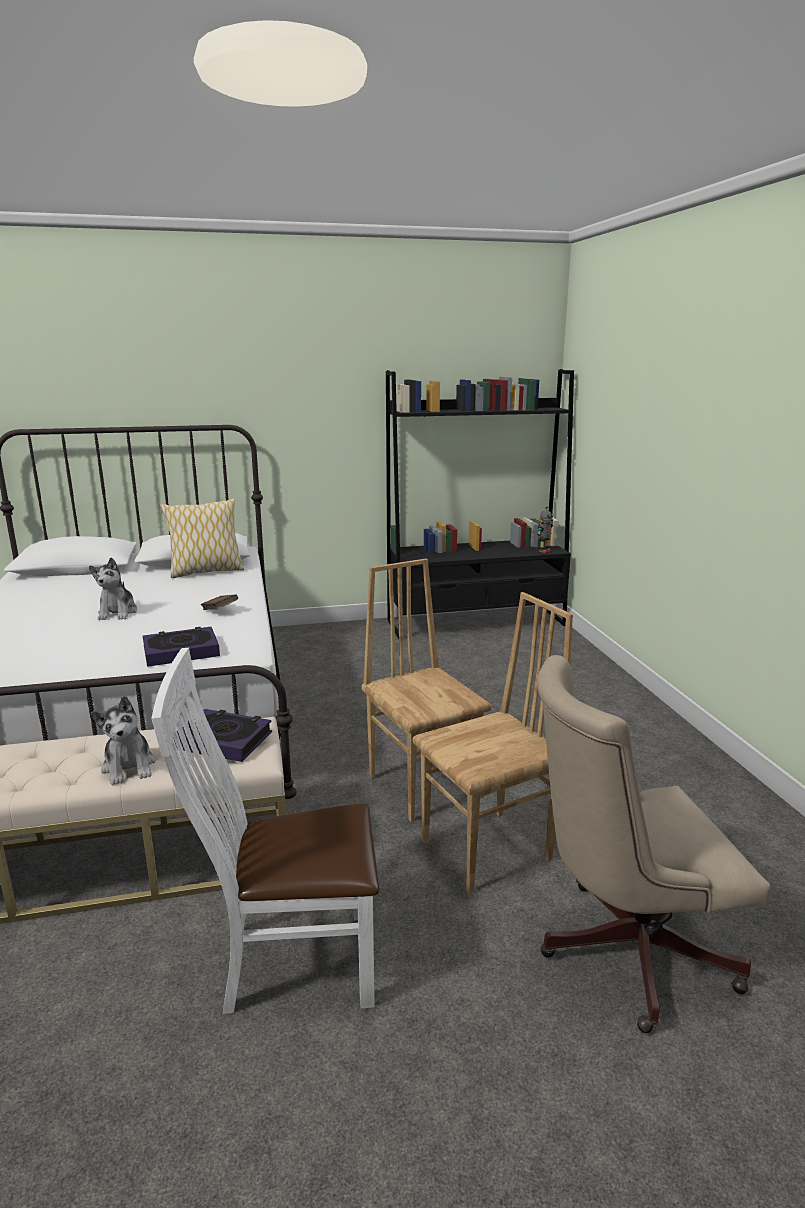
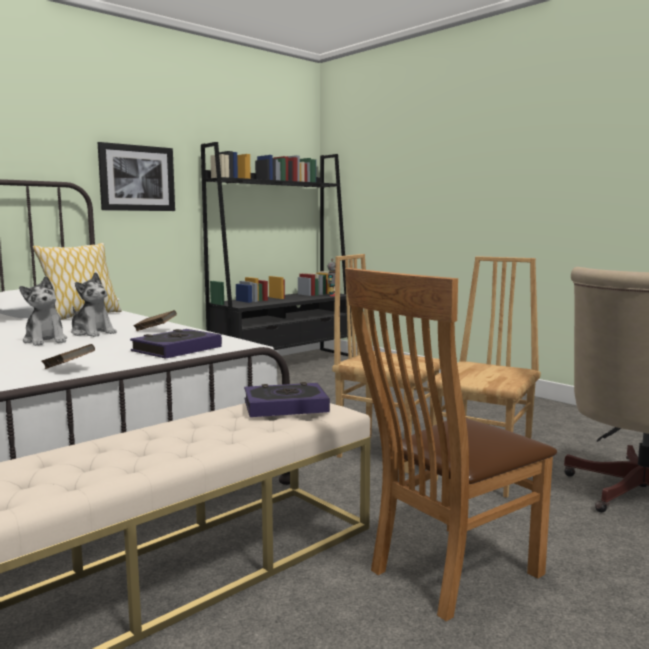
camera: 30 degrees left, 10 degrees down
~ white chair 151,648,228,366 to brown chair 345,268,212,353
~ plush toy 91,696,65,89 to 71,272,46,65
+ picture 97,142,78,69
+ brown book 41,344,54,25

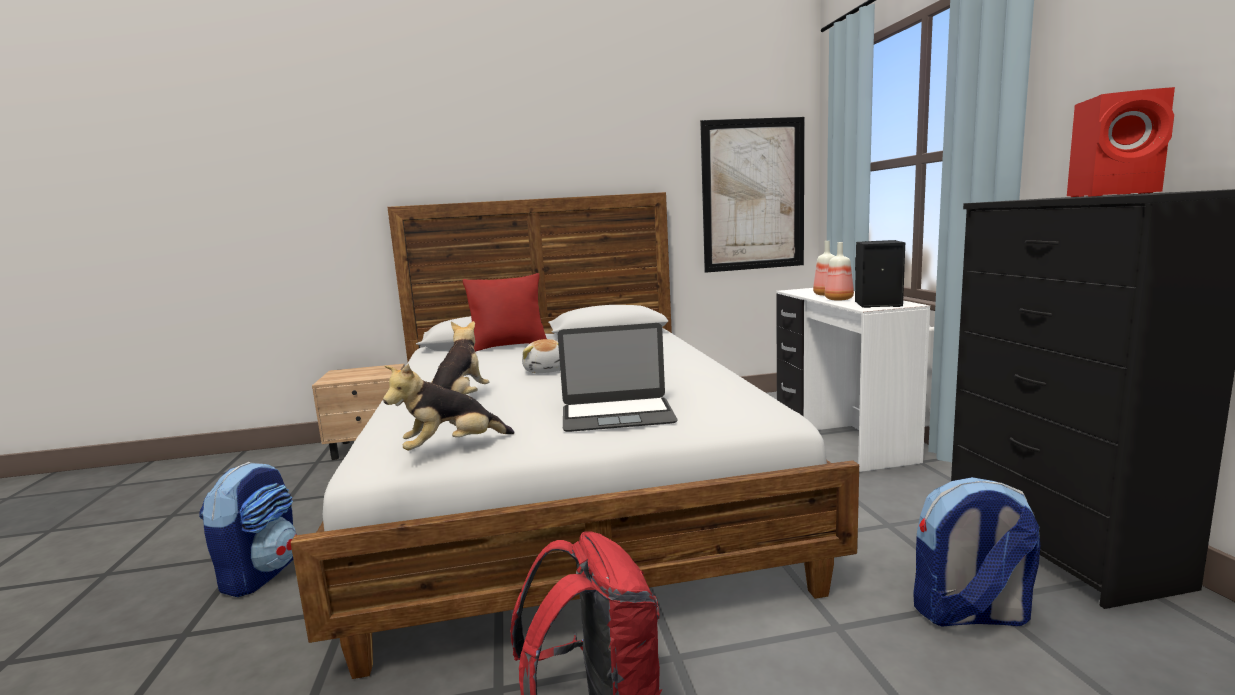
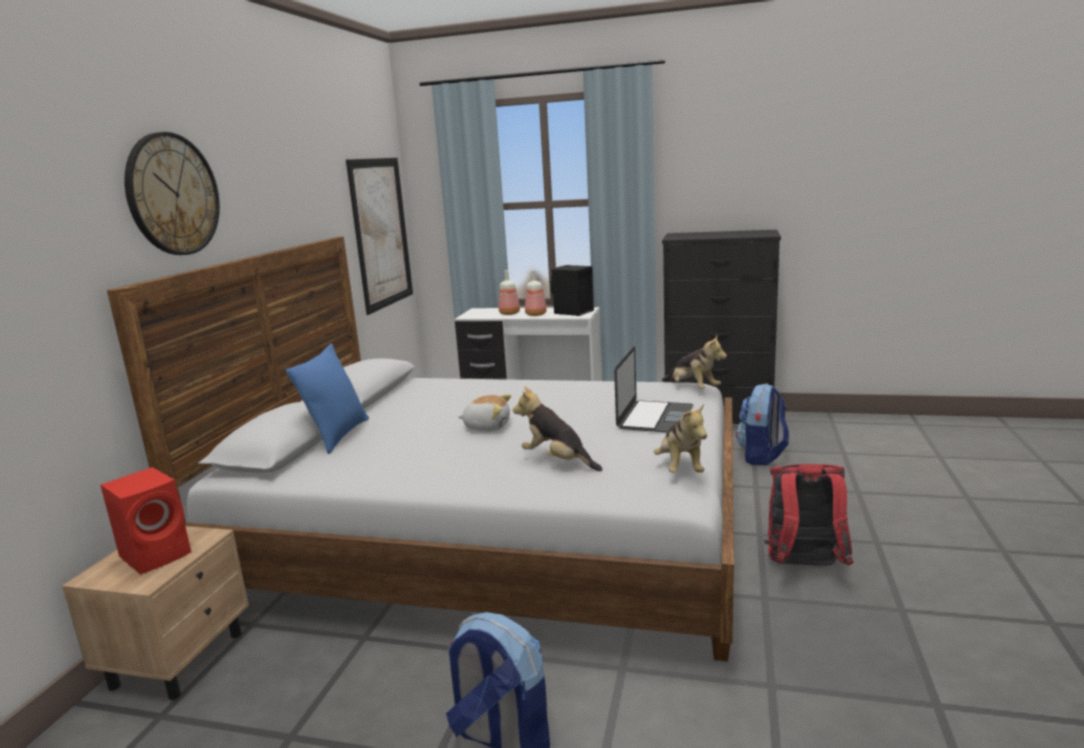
camera: 65 degrees left, 5 degrees up
~ red speaker 1067,87,108,110 to 100,467,91,107
~ red pillow 463,273,84,79 to blue pillow 286,344,83,110
+ wall clock 124,132,96,123
+ plush toy 662,335,65,54

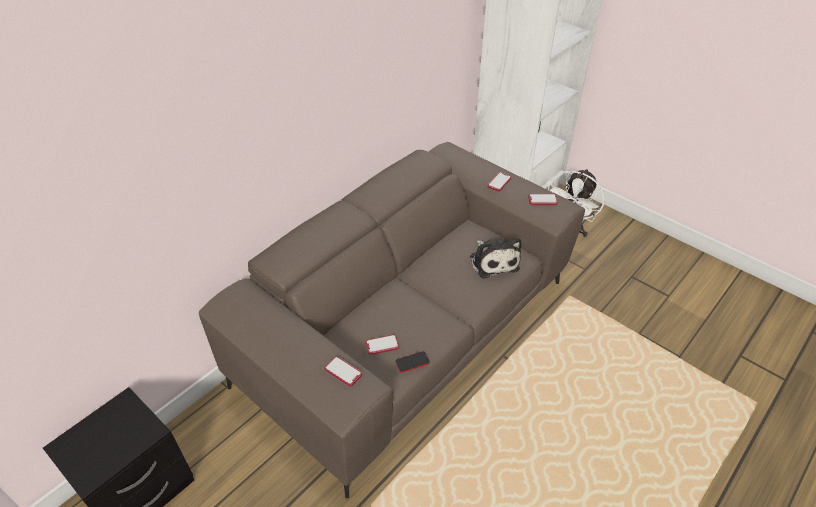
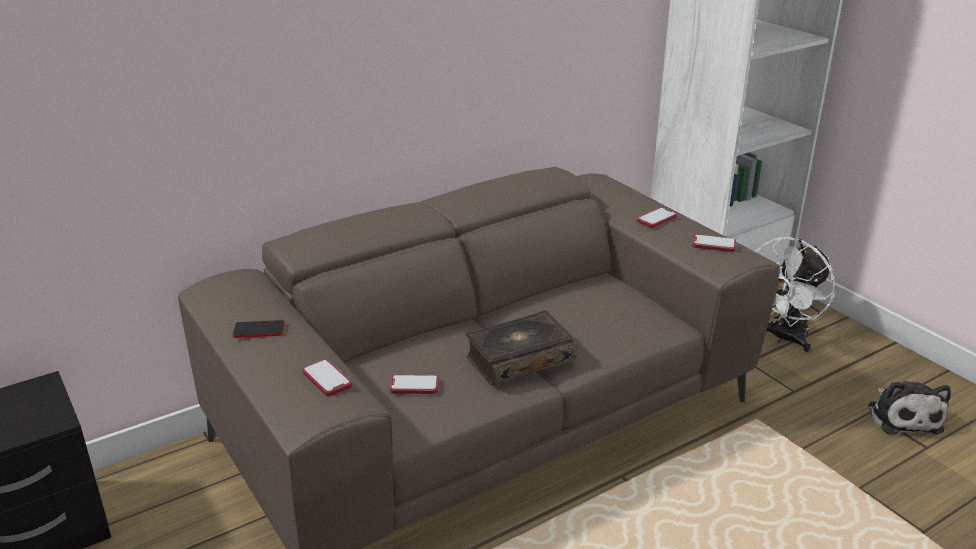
camera: 15 degrees right, 15 degrees down
~ plush toy 470,237,52,42 to 868,381,83,53
~ phone 395,351,35,22 to 233,320,52,18
+ book 465,311,113,75

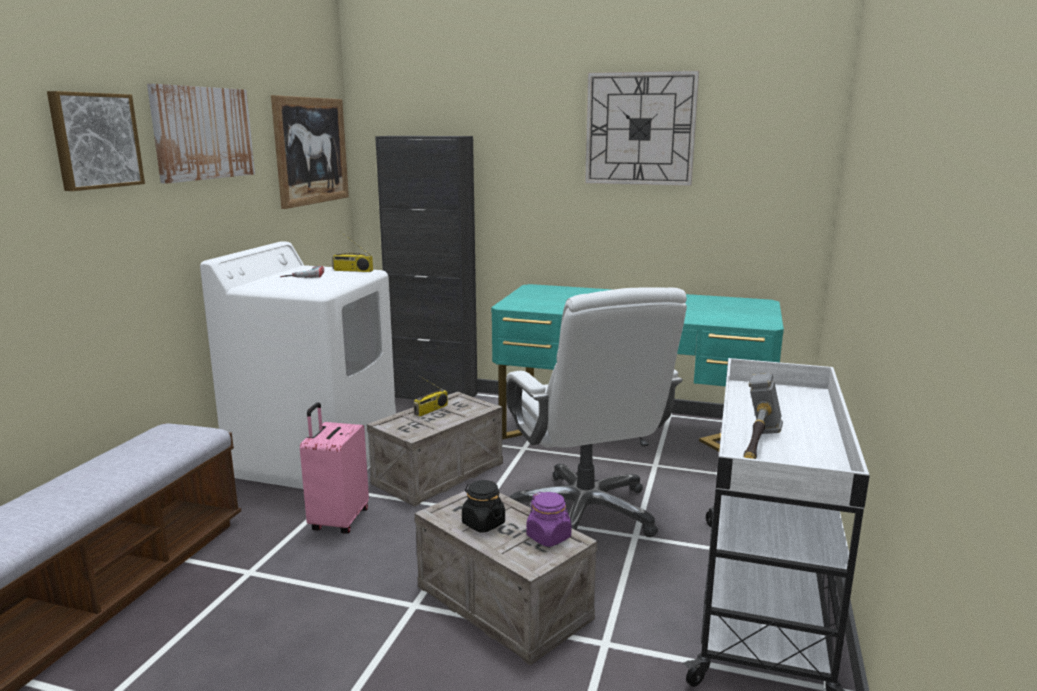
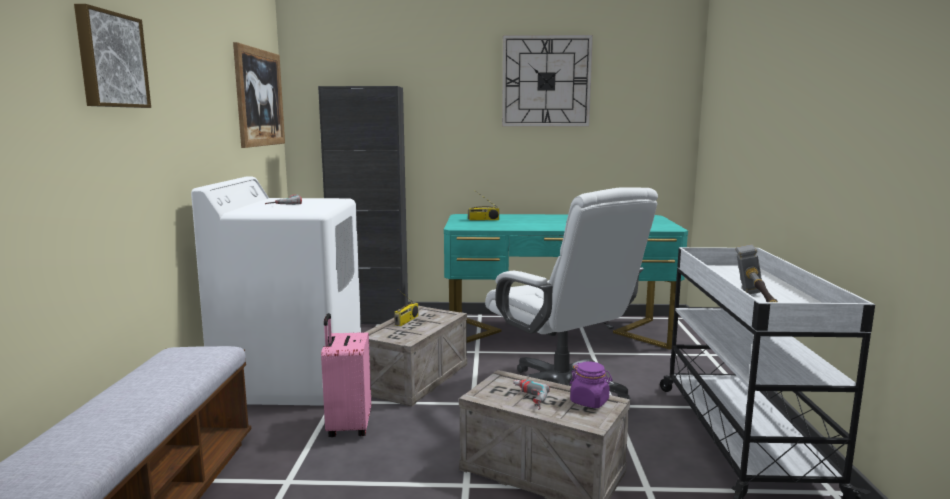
camera: 15 degrees left, 5 degrees down
- picture 147,84,108,99
~ radio 332,232,41,40 to 468,190,31,31
~ black jar 462,480,43,53 to power drill 513,379,37,31

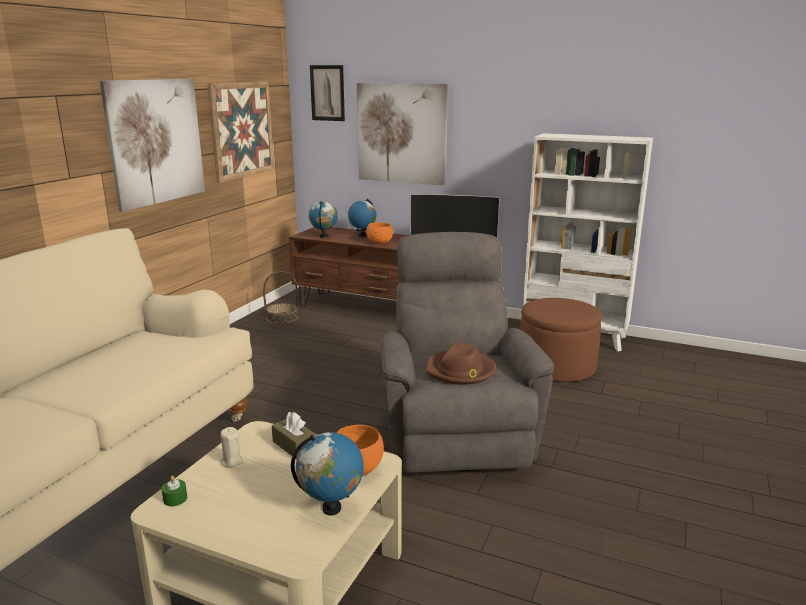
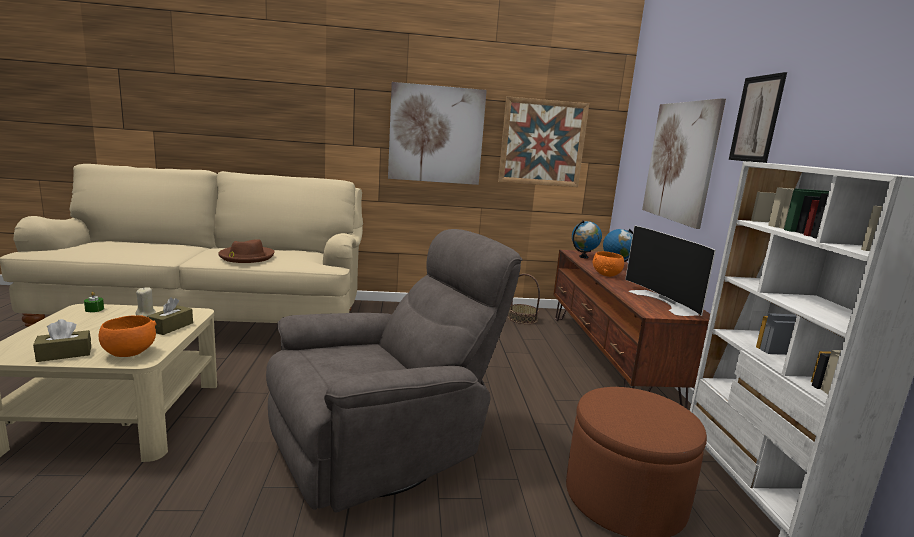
camera: 60 degrees right, 5 degrees down
~ picture 310,65,35,56 to 729,72,58,91
~ brown hat 426,343,70,42 to 218,239,57,24
~ globe 291,432,73,83 to brown tissue box 33,319,58,43

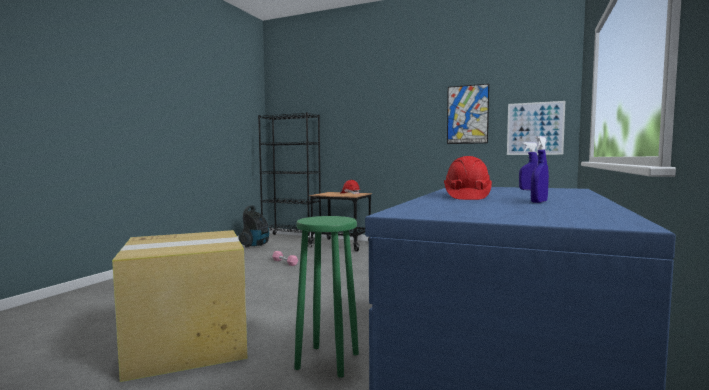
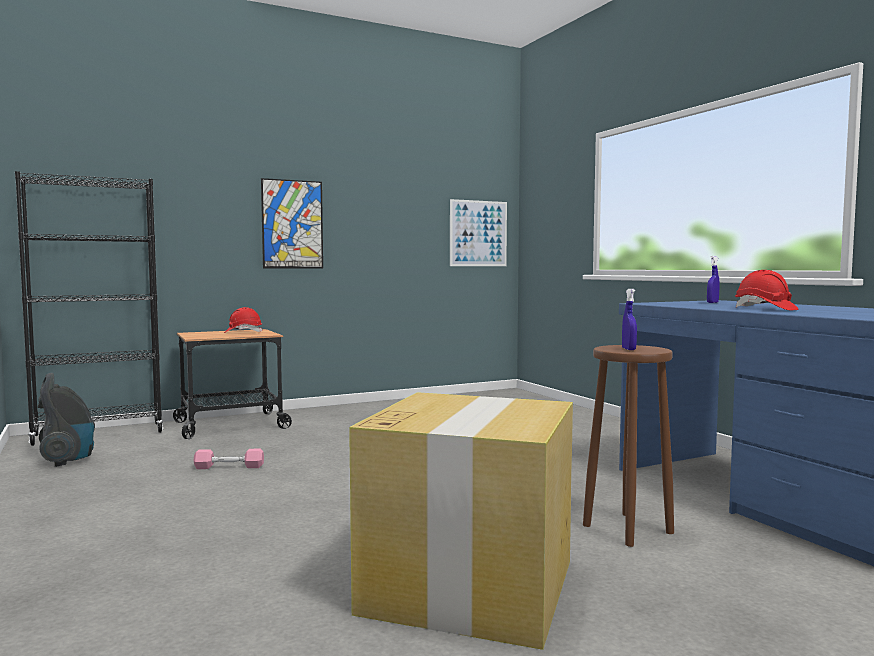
camera: 50 degrees left, 0 degrees up
~ picture 447,84,42,60 to 261,178,62,91
~ blue spray bottle 531,136,18,67 to 622,289,15,61
~ green stool 294,216,65,162 to brown stool 583,345,91,202

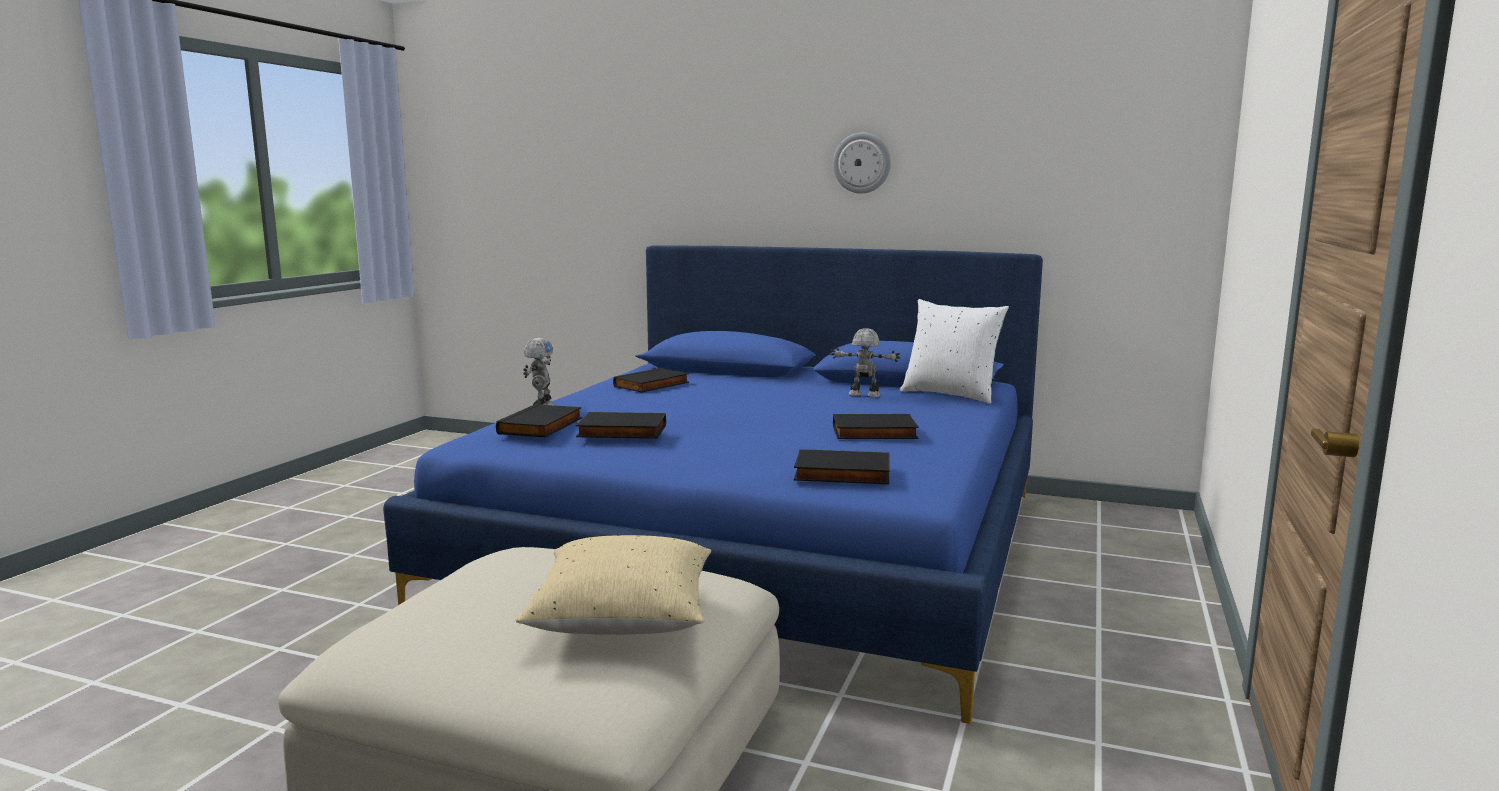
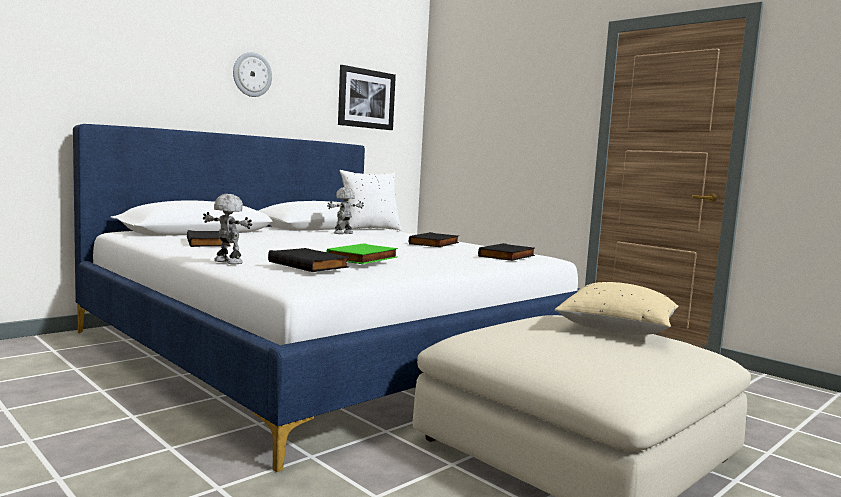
camera: 65 degrees left, 5 degrees down
~ blue bed 383,245,660,479 to white bed 73,124,507,348
~ black book 576,412,90,27 to green book 326,243,72,21
+ picture 338,65,58,65

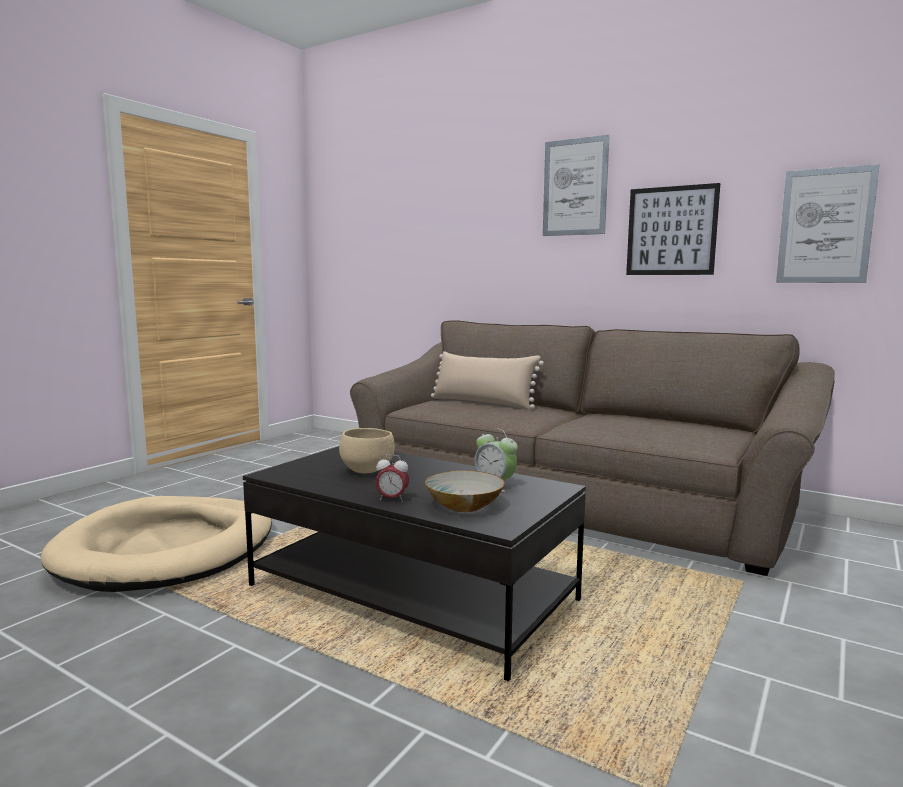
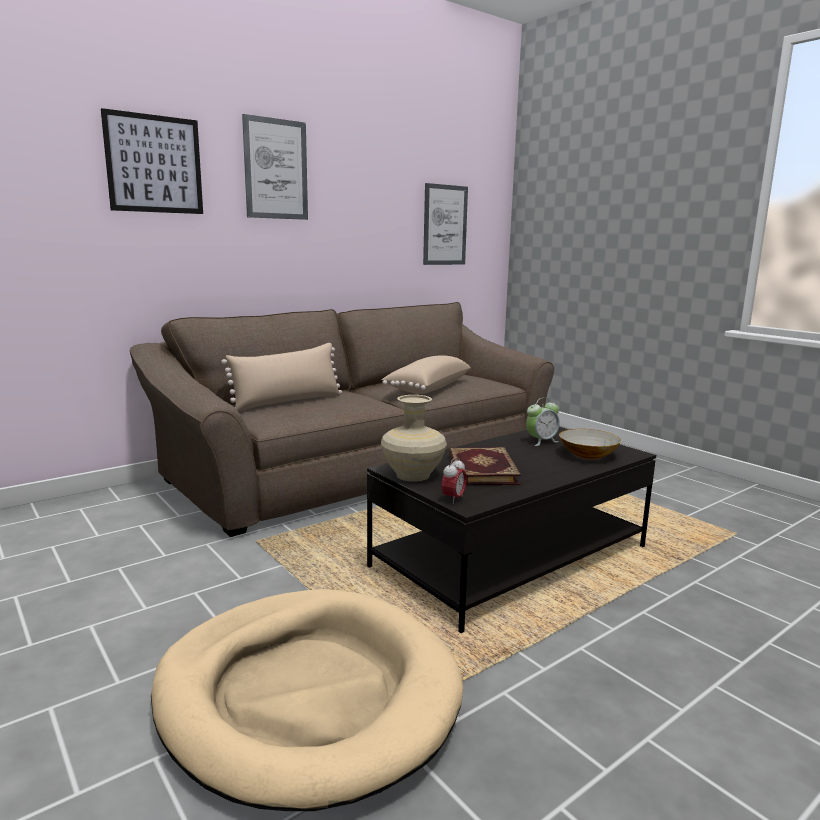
camera: 70 degrees left, 5 degrees up
~ picture 626,183,94,92 to 101,108,102,106
~ beige bowl 339,428,56,45 to book 449,447,72,38
~ alarm clock 375,455,34,47 to 441,457,26,47
+ beige pillow 382,355,89,39
+ beige vase 381,395,66,87

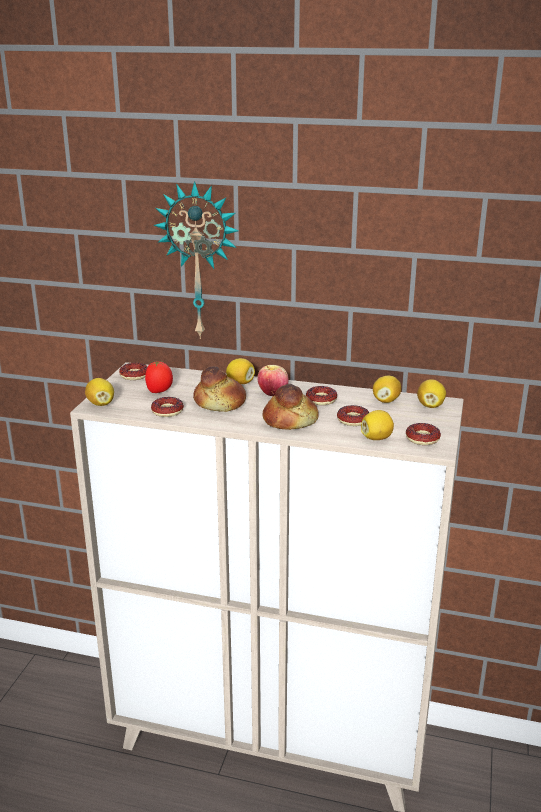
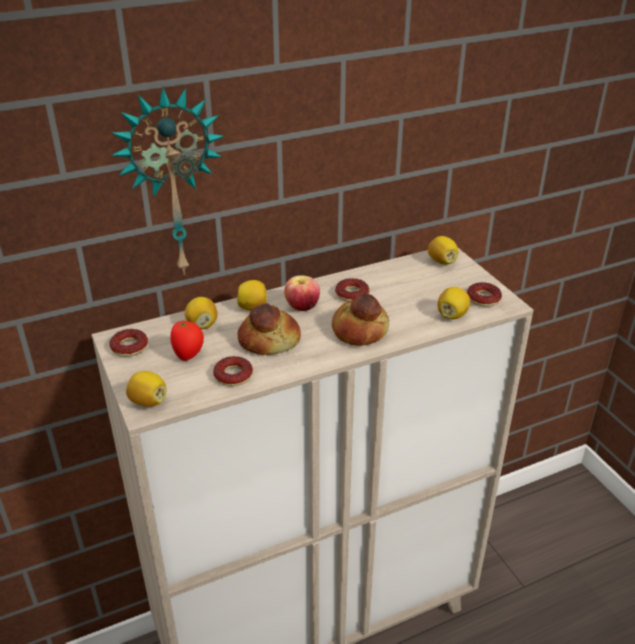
camera: 40 degrees left, 10 degrees up
~ lemon 373,376,28,27 to 185,297,33,33
- donut 337,405,32,21

